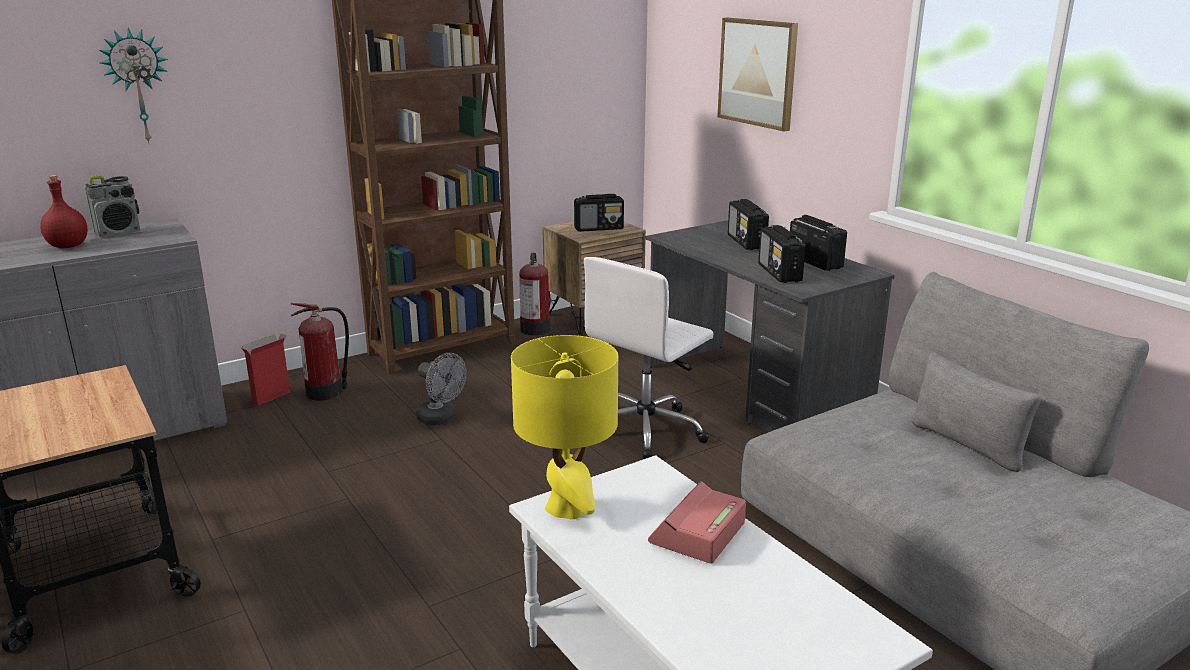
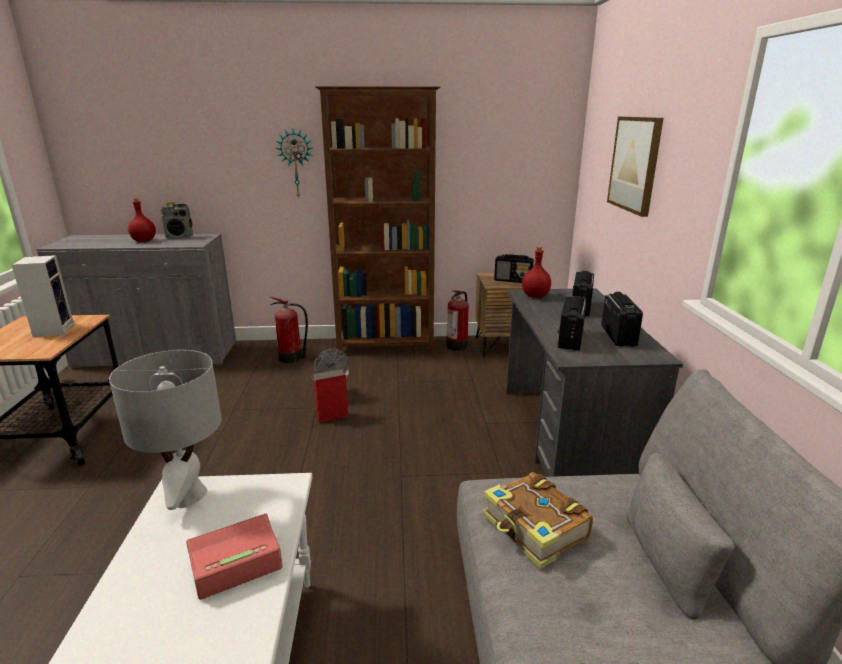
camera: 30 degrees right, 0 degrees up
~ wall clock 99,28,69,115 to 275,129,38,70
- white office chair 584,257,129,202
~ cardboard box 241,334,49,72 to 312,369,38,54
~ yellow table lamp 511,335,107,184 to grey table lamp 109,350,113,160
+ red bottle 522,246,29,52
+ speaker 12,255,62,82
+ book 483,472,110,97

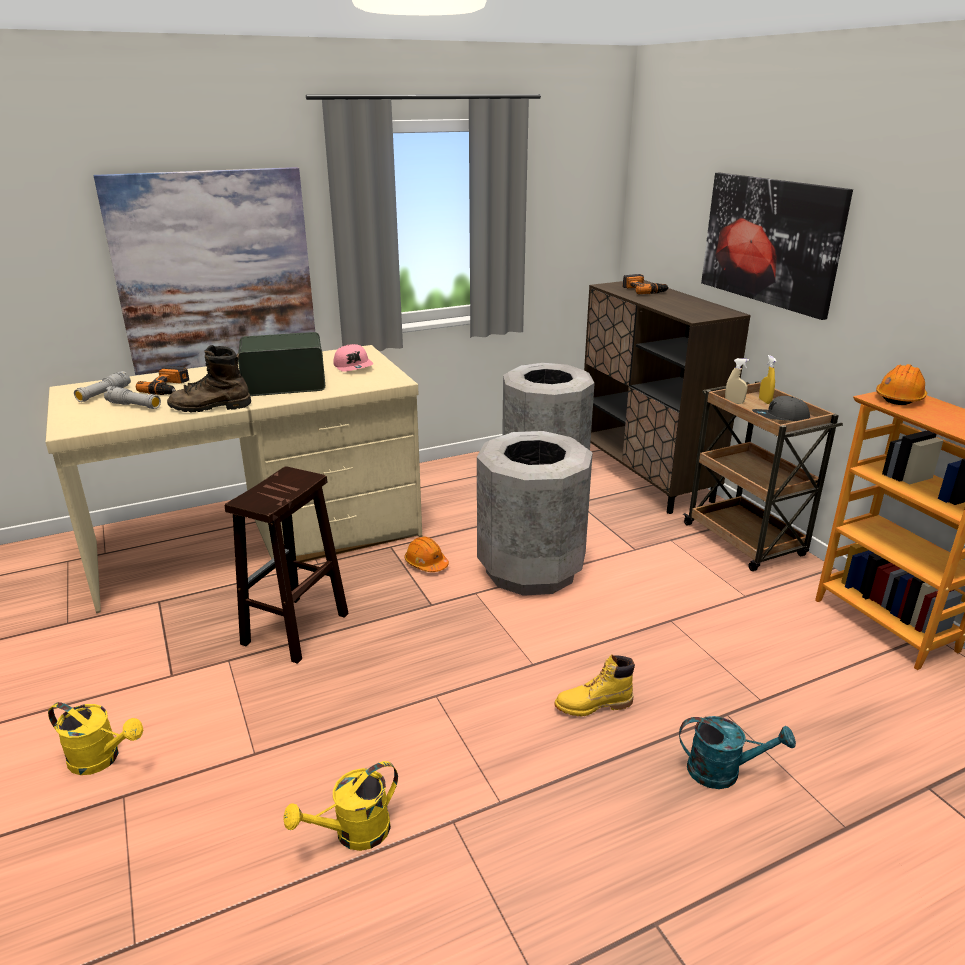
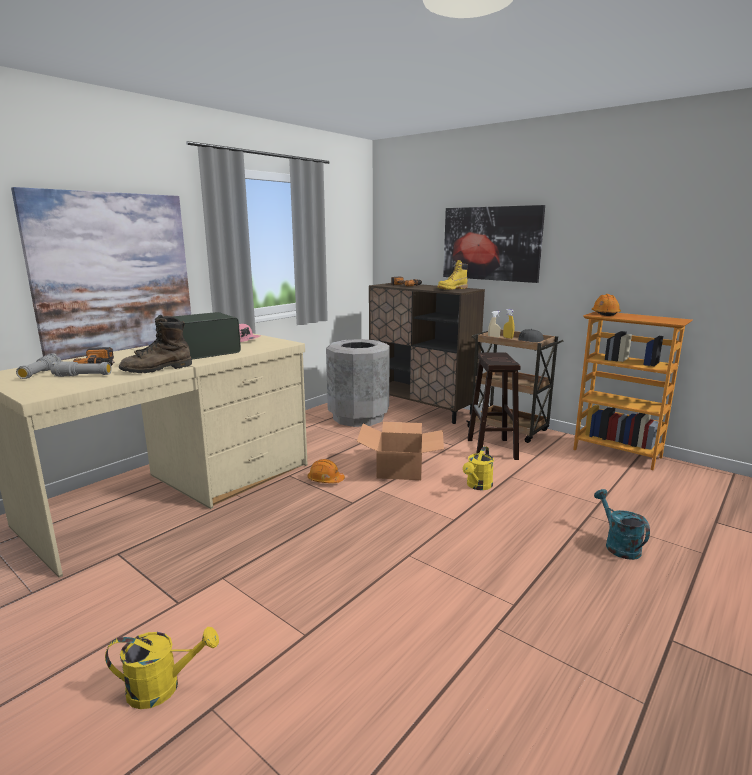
camera: 25 degrees left, 10 degrees down
~ grey trash can 477,431,116,165 to cardboard box 357,422,87,58
~ brown stool 225,466,124,198 to 467,353,54,107
~ yellow boot 554,655,81,61 to 437,260,31,30
~ turquoise watering can 679,716,117,73 = 594,489,56,71 90 degrees counterclockwise
~ yellow watering can 283,761,115,90 to 463,446,31,44

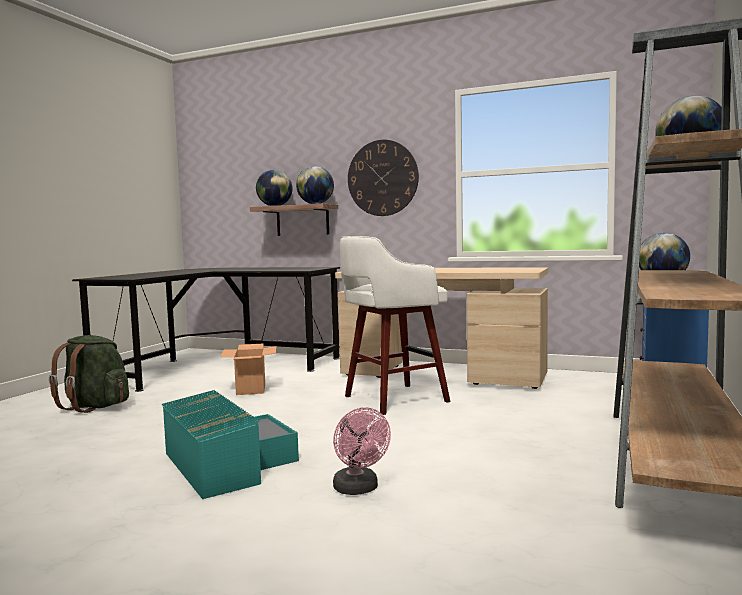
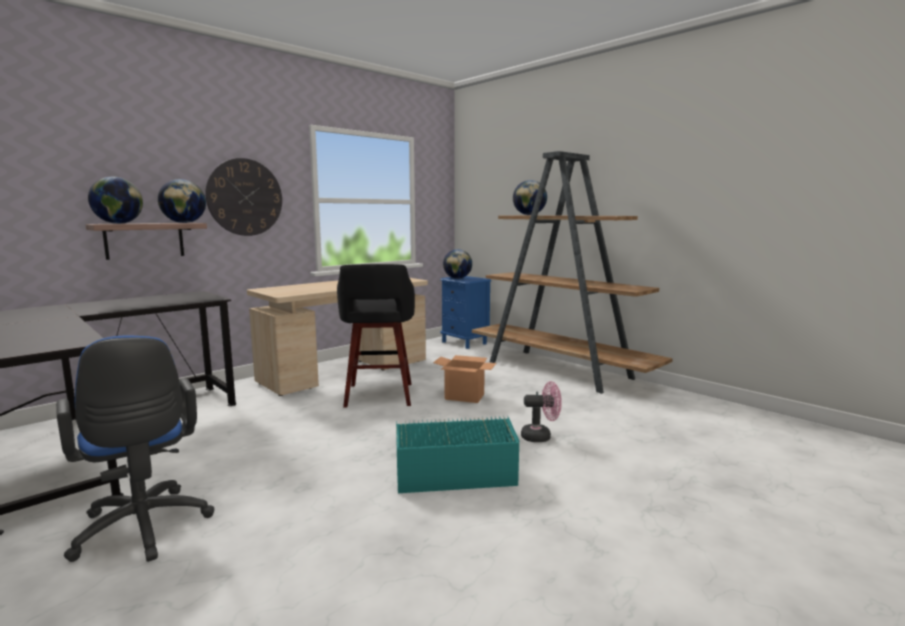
camera: 65 degrees left, 5 degrees up
~ white stool 340,236,110,179 to black stool 337,264,78,144
~ green backpack 49,335,80,78 to blue office chair 56,336,158,226
~ cardboard box 220,344,56,51 to 433,355,63,48

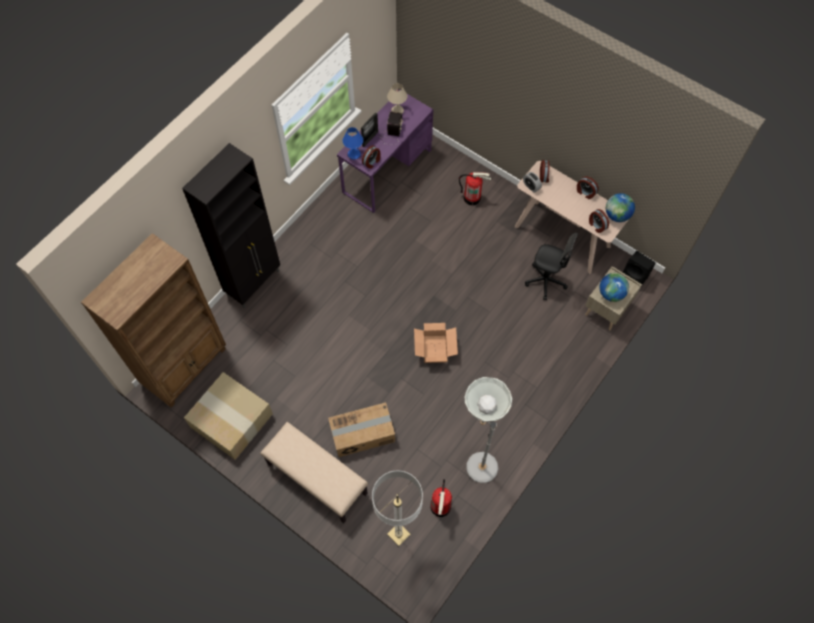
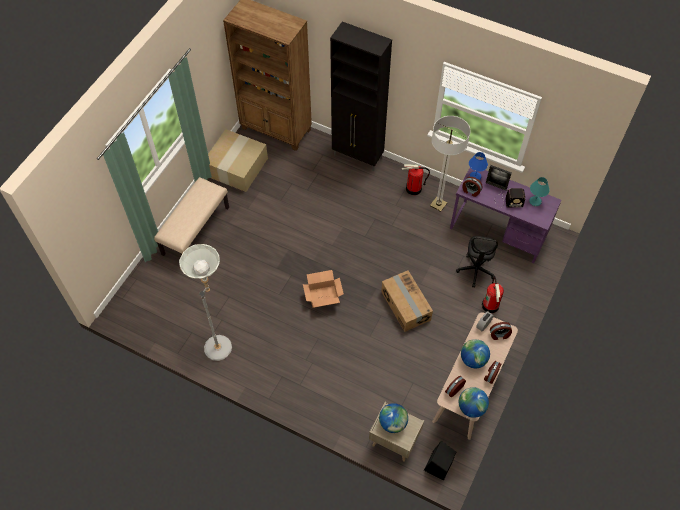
camera: 80 degrees right, 5 degrees down
~ beige table lamp 387,83,20,31 to turquoise table lamp 529,177,21,29
~ black office chair 525,233,53,67 to 456,236,42,52
~ cardboard box 328,402,67,55 to 381,271,52,61
~ floor lamp 372,471,51,75 to 430,116,41,96
~ fire extinguisher 430,479,22,38 to 402,164,28,31
+ globe 461,339,29,29

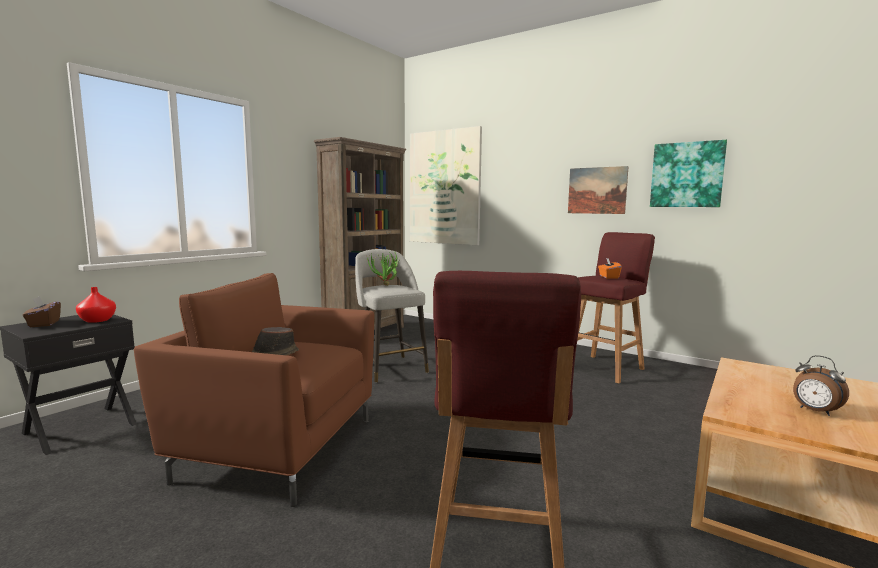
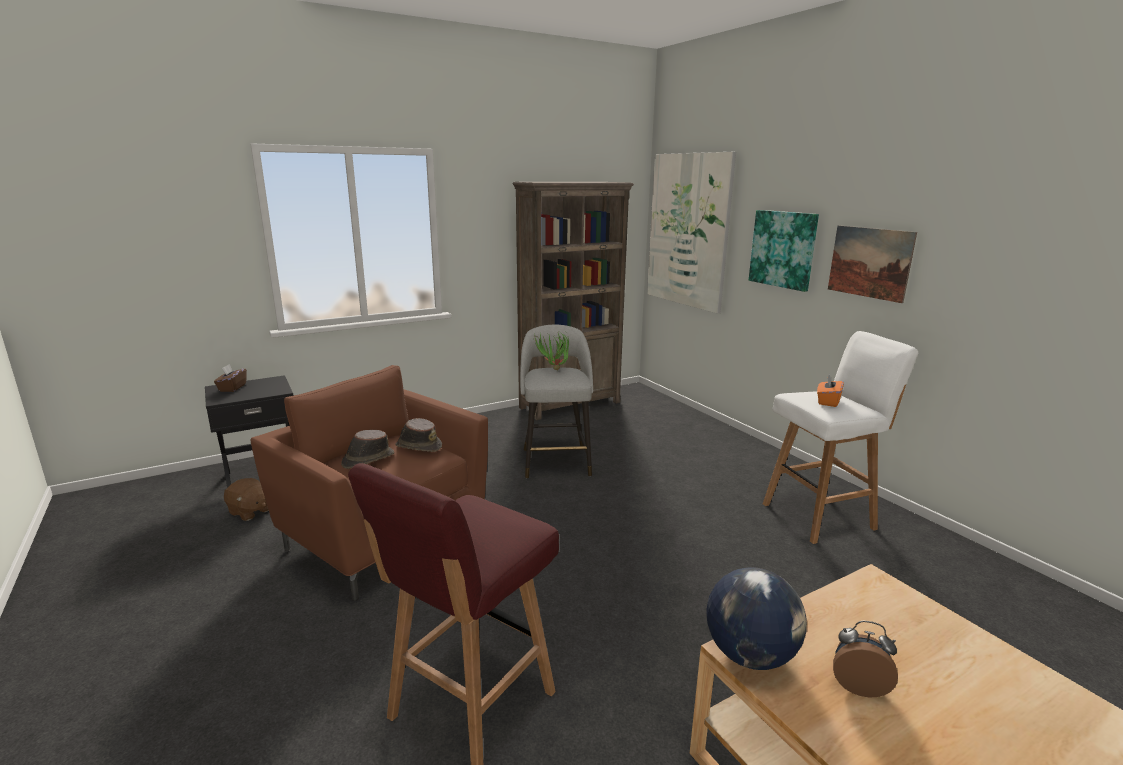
camera: 25 degrees right, 10 degrees up
~ picture 650,140,77,67 to 749,210,70,82
~ red stool 577,232,78,151 to white stool 763,331,155,213
- red vase 76,287,40,36
~ alarm clock 793,355,56,61 = 833,621,65,76 120 degrees clockwise
+ brown hat 395,418,47,34
+ brown plush toy 224,478,45,43
+ globe 706,567,101,103

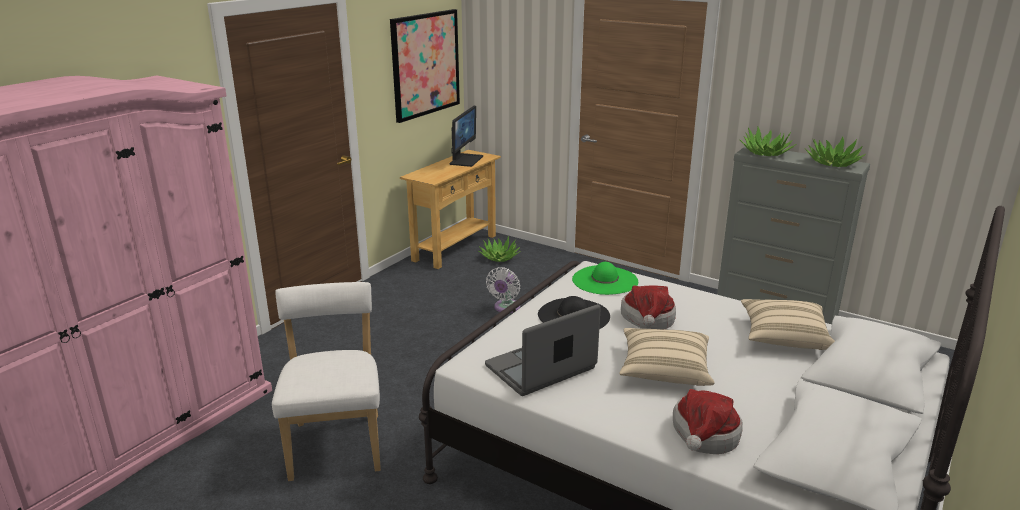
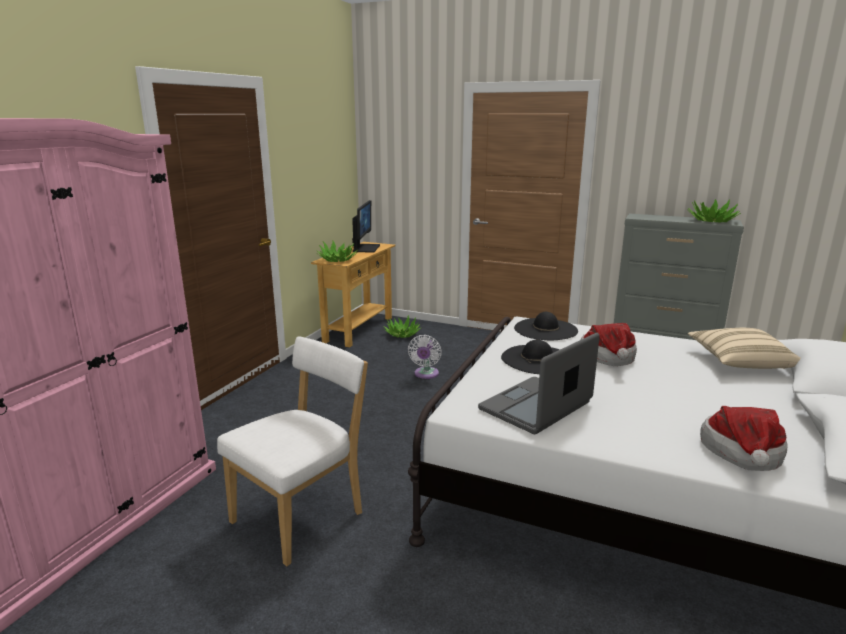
camera: 10 degrees left, 5 degrees down
- picture 390,9,70,114
~ potted plant 740,126,56,30 to 317,240,41,22
~ green hat 572,262,66,33 to black hat 514,312,64,28
~ white chair 272,282,109,199 = 217,336,151,230 60 degrees clockwise
- beige pillow 619,328,96,58

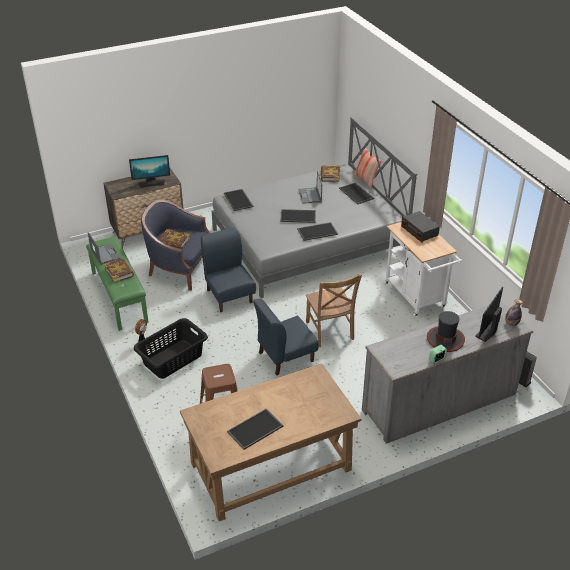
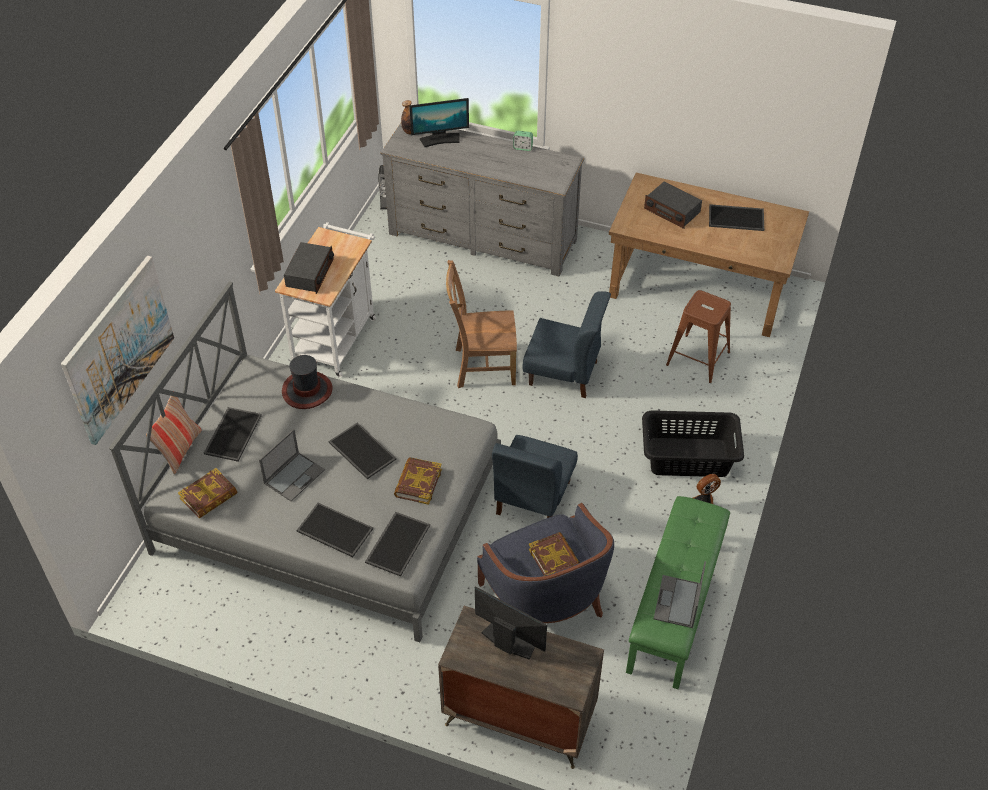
camera: 135 degrees left, 10 degrees up
~ tray 297,222,41,19 to 297,503,76,54
~ book 104,258,30,25 to 394,457,48,48
~ brown chair 306,273,56,74 = 446,260,71,128 120 degrees counterclockwise
~ hat 427,311,38,41 to 282,355,51,54
+ radio 644,181,58,48
+ picture 61,256,113,189

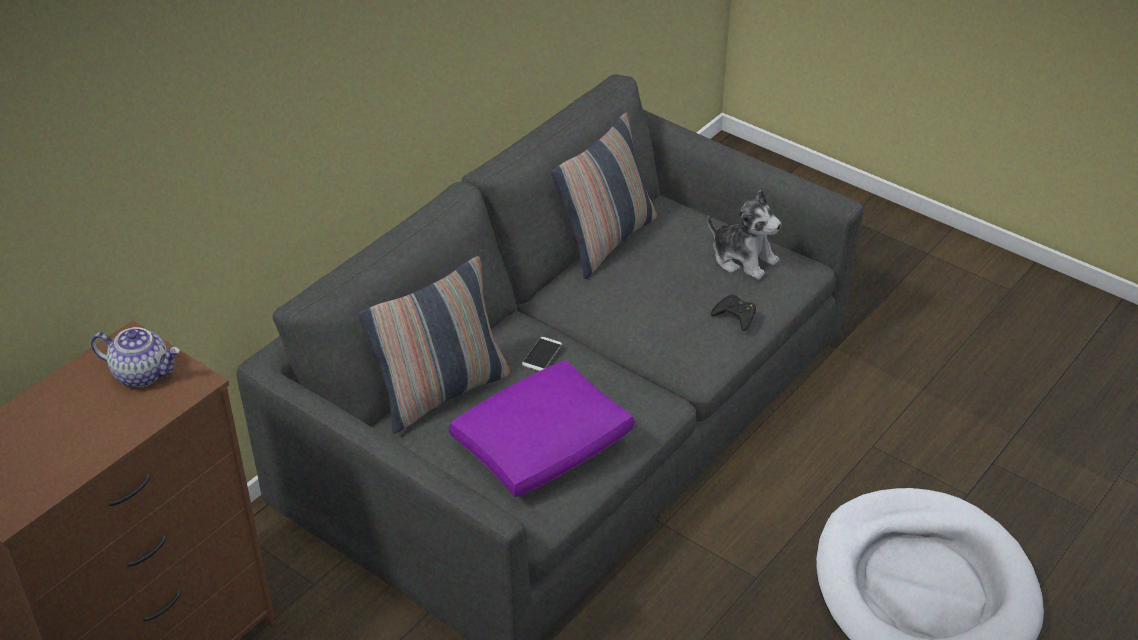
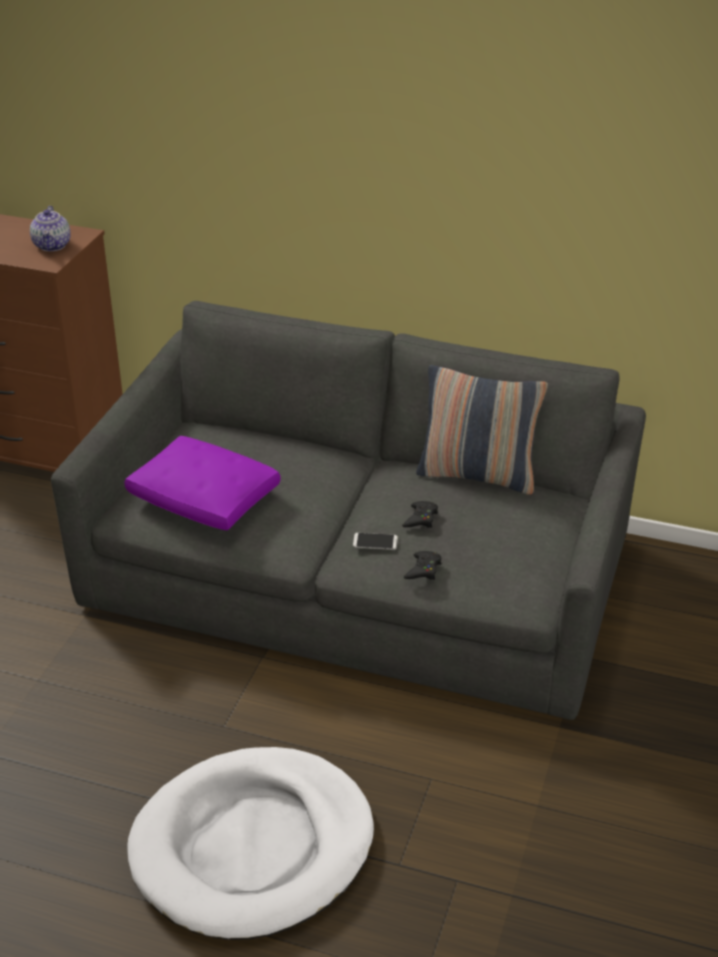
camera: 70 degrees right, 5 degrees down
- plush toy 707,190,75,90
- pillow 358,256,152,178
~ phone 522,337,40,34 to 353,533,45,17
+ black game controller 402,501,36,27

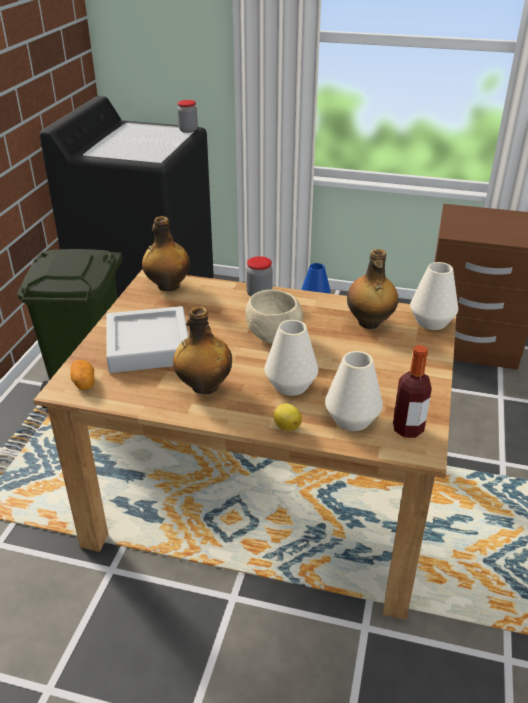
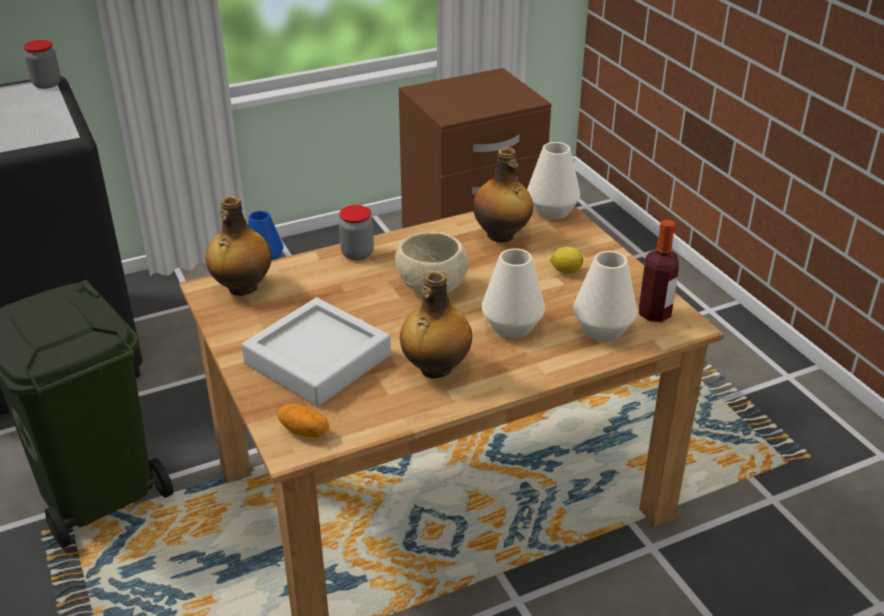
camera: 40 degrees left, 0 degrees up
~ lemon 274,403,28,28 to 550,247,33,27

